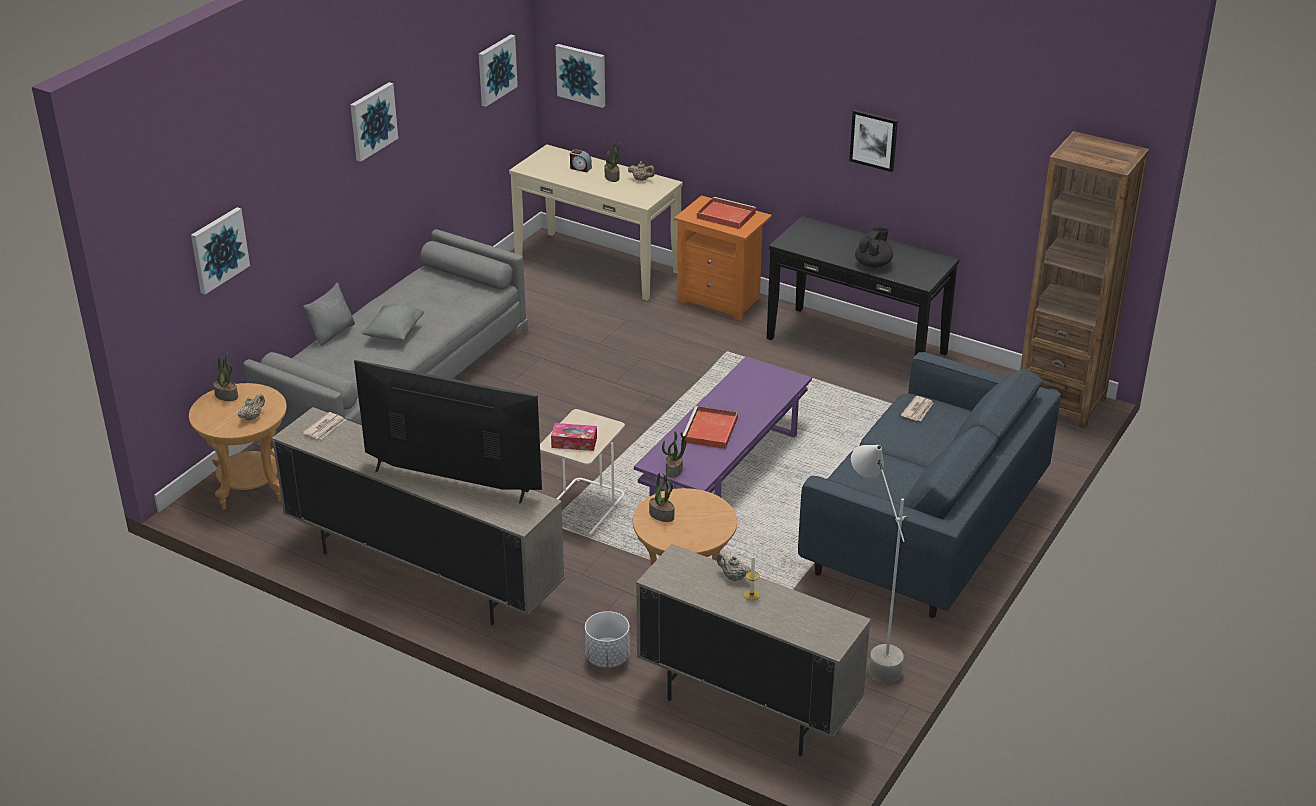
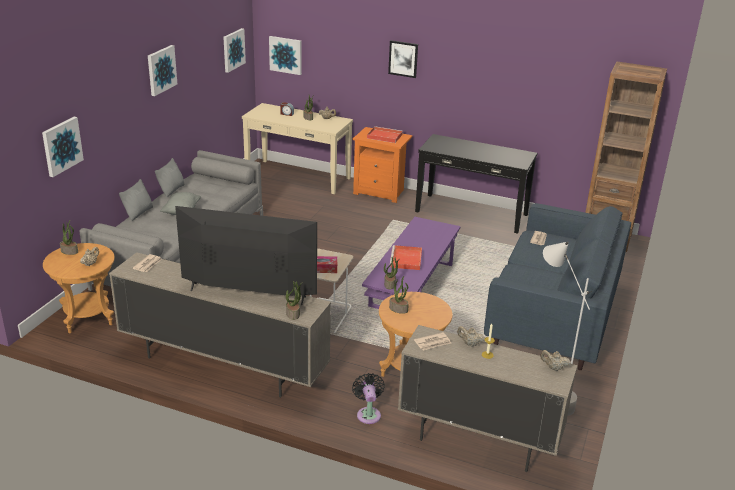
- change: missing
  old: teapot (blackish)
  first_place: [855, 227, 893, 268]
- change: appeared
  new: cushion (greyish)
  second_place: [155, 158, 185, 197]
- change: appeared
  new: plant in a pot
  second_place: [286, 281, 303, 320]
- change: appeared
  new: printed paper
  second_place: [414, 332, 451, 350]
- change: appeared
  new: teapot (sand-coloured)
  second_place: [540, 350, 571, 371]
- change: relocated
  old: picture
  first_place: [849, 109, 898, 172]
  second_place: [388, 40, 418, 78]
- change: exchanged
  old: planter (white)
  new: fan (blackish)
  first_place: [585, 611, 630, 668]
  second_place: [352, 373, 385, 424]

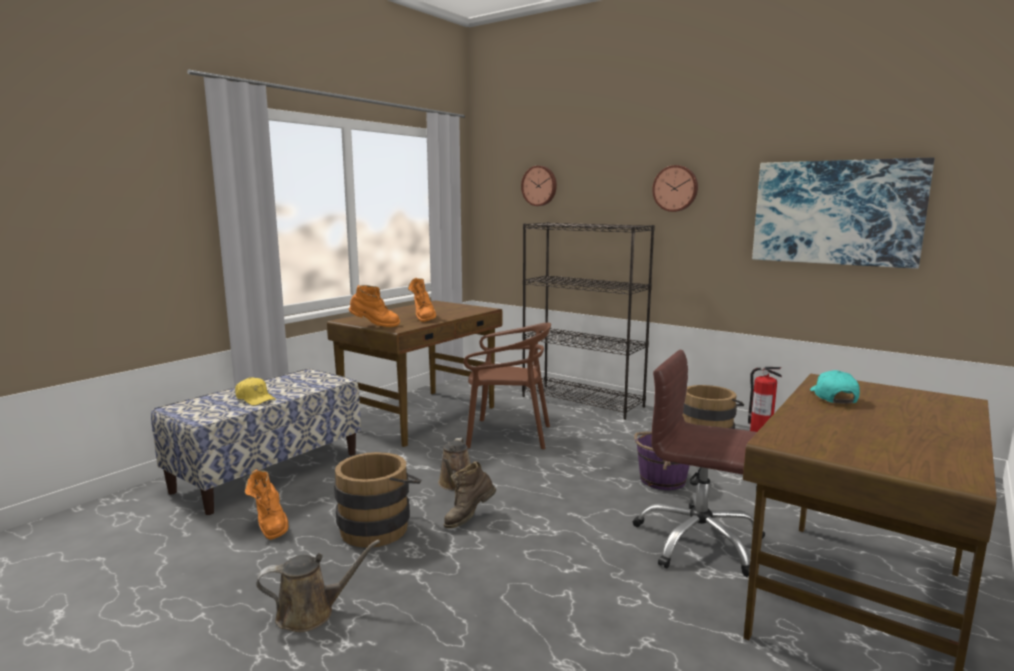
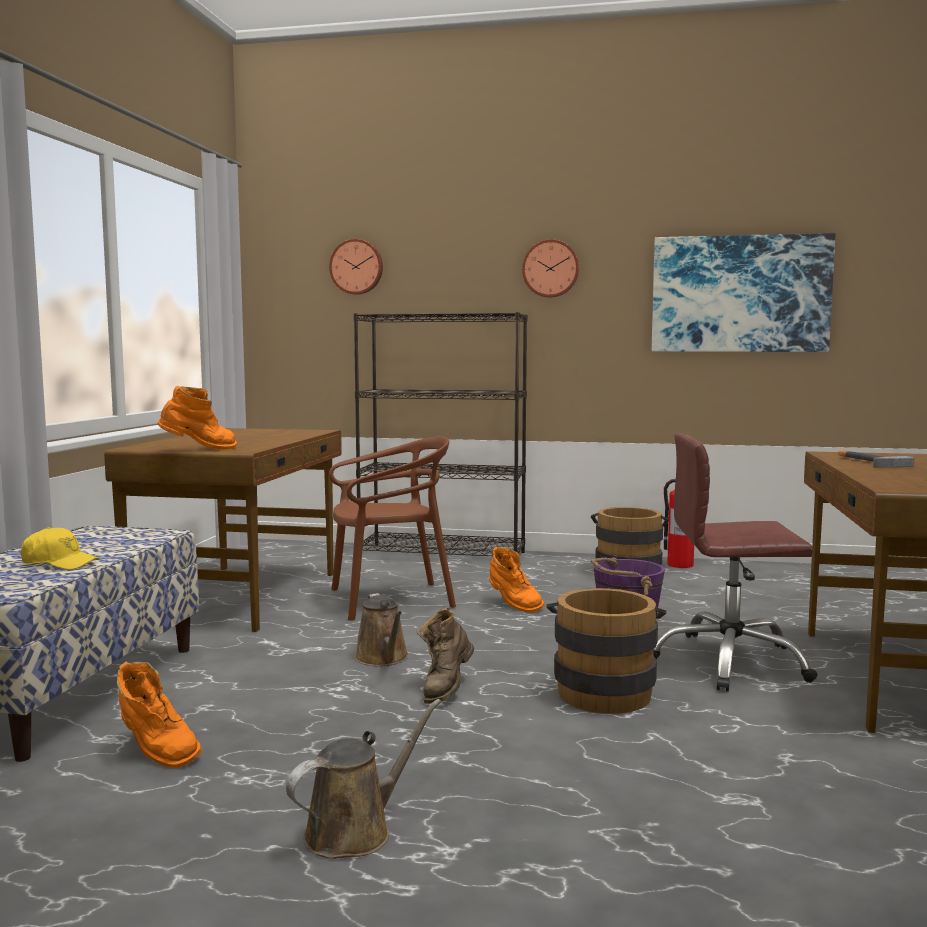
- change: relocated
  old: bucket (brown-coloured)
  first_place: [334, 452, 421, 548]
  second_place: [547, 588, 666, 714]
- change: relocated
  old: tall boot (orangey)
  first_place: [408, 278, 436, 322]
  second_place: [489, 547, 544, 613]
- change: exchanged
  old: peaked cap (blue-green)
  new: hand hammer
  first_place: [810, 370, 860, 403]
  second_place: [838, 450, 915, 468]

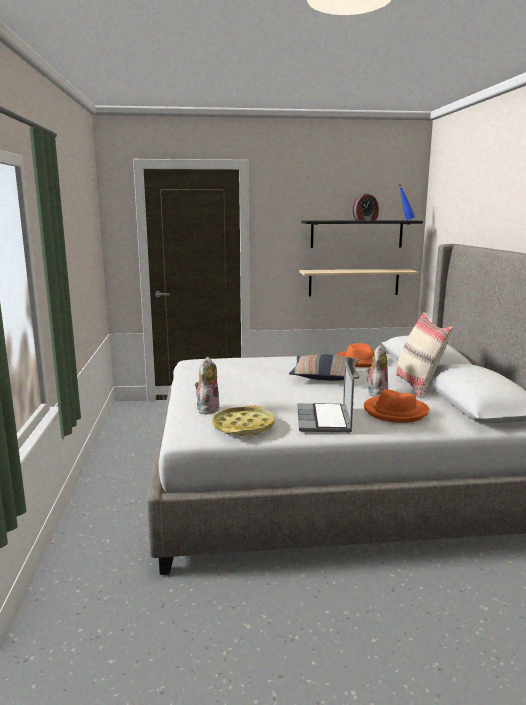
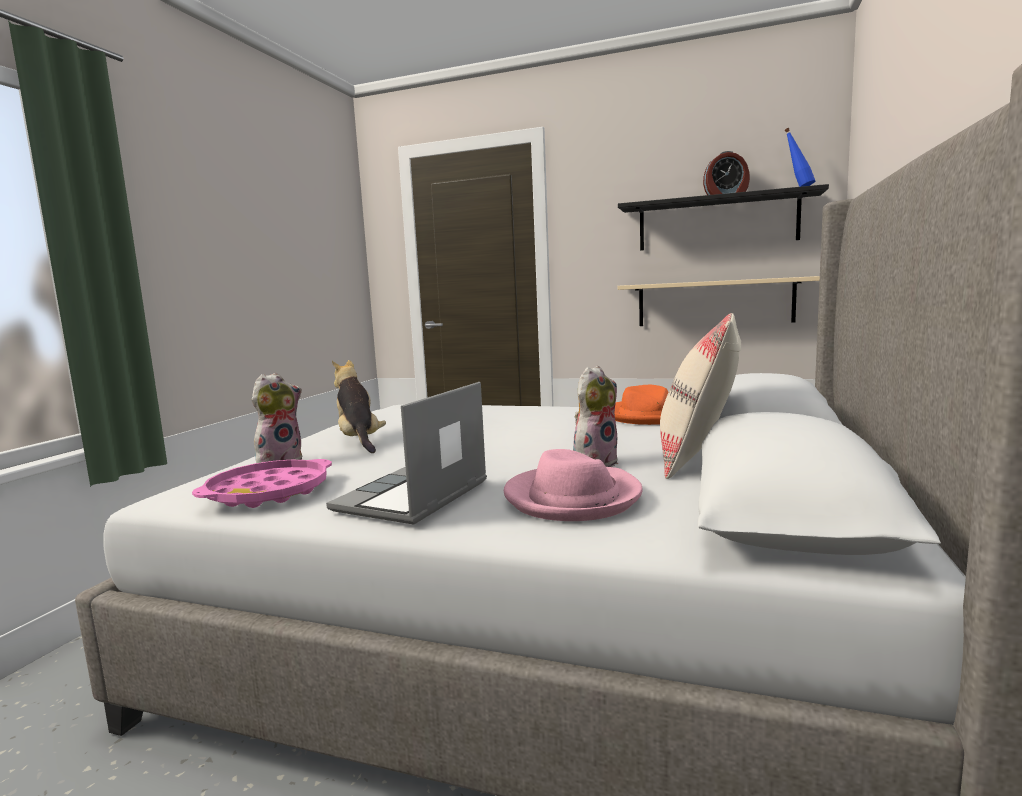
- change: missing
  old: cushion
  first_place: [289, 354, 359, 381]
- change: appeared
  new: soft toy
  second_place: [332, 360, 386, 453]
- change: colour
  old: serving tray (yellow)
  new: serving tray (pink-coloured)
  first_place: [212, 405, 275, 436]
  second_place: [192, 459, 332, 508]
- change: colour
  old: wearable hat (orangey)
  new: wearable hat (pink-coloured)
  first_place: [364, 389, 430, 423]
  second_place: [504, 449, 643, 521]

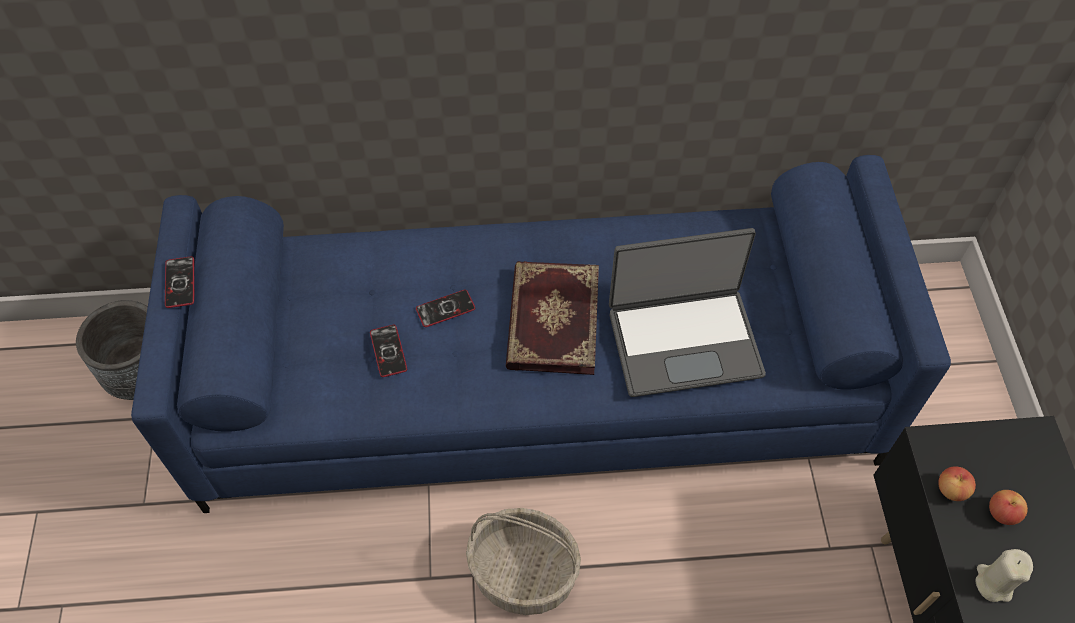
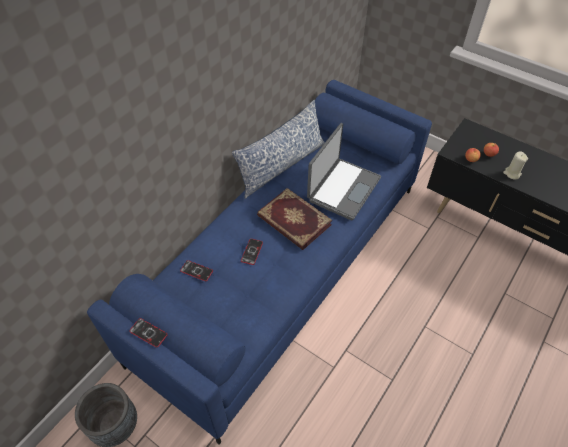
- change: missing
  old: household basket
  first_place: [466, 508, 581, 615]
- change: appeared
  new: cushion
  second_place: [232, 100, 325, 199]
- change: relocated
  old: phone
  first_place: [370, 325, 407, 377]
  second_place: [180, 260, 213, 281]

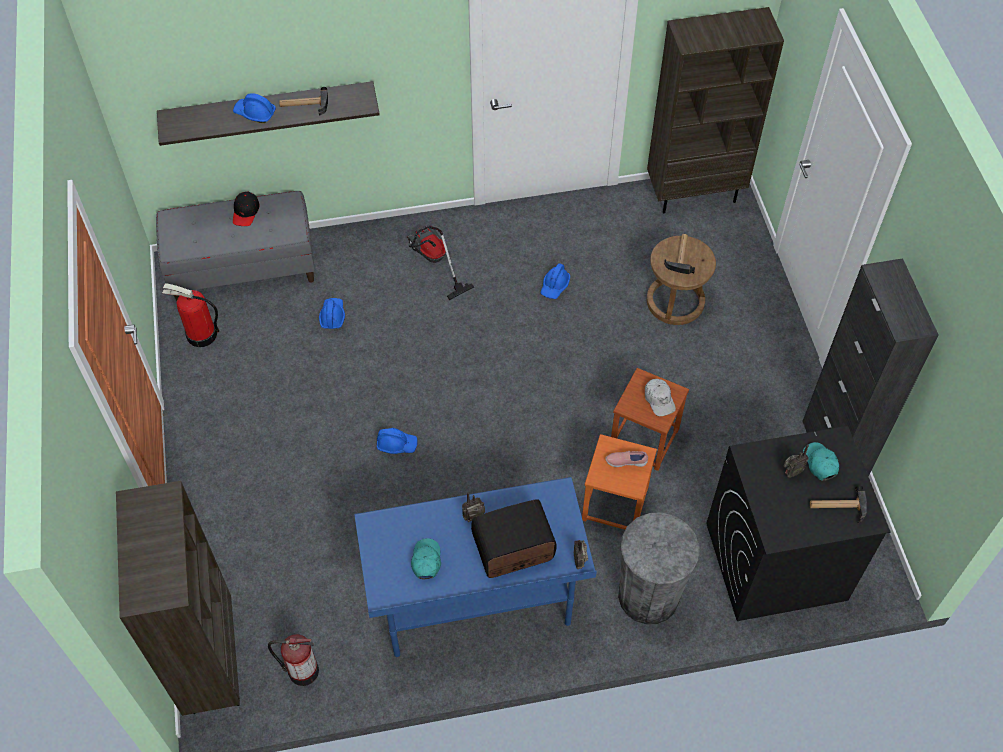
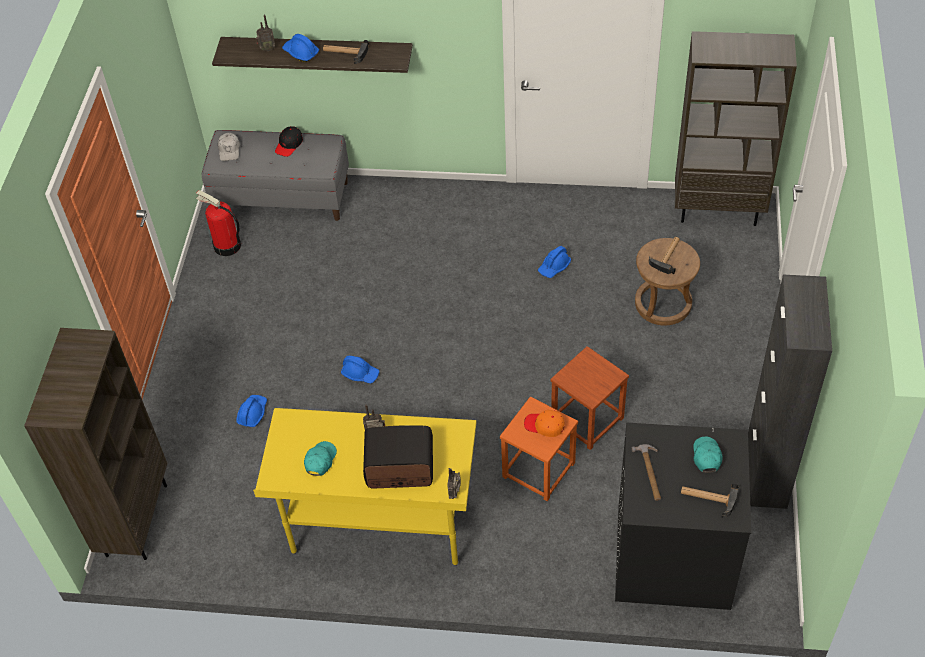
- change: missing
  old: fire-fighting cylinder
  first_place: [268, 634, 319, 686]
- change: missing
  old: vacuum
  first_place: [407, 225, 474, 300]
- change: missing
  old: waste bin (greyish)
  first_place: [618, 512, 699, 625]
- change: appeared
  new: hand hammer
  second_place: [631, 444, 661, 501]
- change: relocated
  old: work helmet (bluish)
  first_place: [319, 298, 345, 329]
  second_place: [236, 395, 267, 427]
- change: relocated
  old: peaked cap (white)
  first_place: [645, 379, 676, 416]
  second_place: [218, 133, 240, 161]
- change: relocated
  old: radio receiver
  first_place: [784, 444, 809, 478]
  second_place: [256, 15, 275, 51]
- change: exchanged
  old: shoe (pink-coloured)
  new: peaked cap (orangey)
  first_place: [605, 451, 648, 467]
  second_place: [524, 410, 565, 437]
- change: colour
  old: desk unit (bluish)
  new: desk unit (yellow)
  first_place: [354, 477, 597, 658]
  second_place: [253, 408, 476, 566]

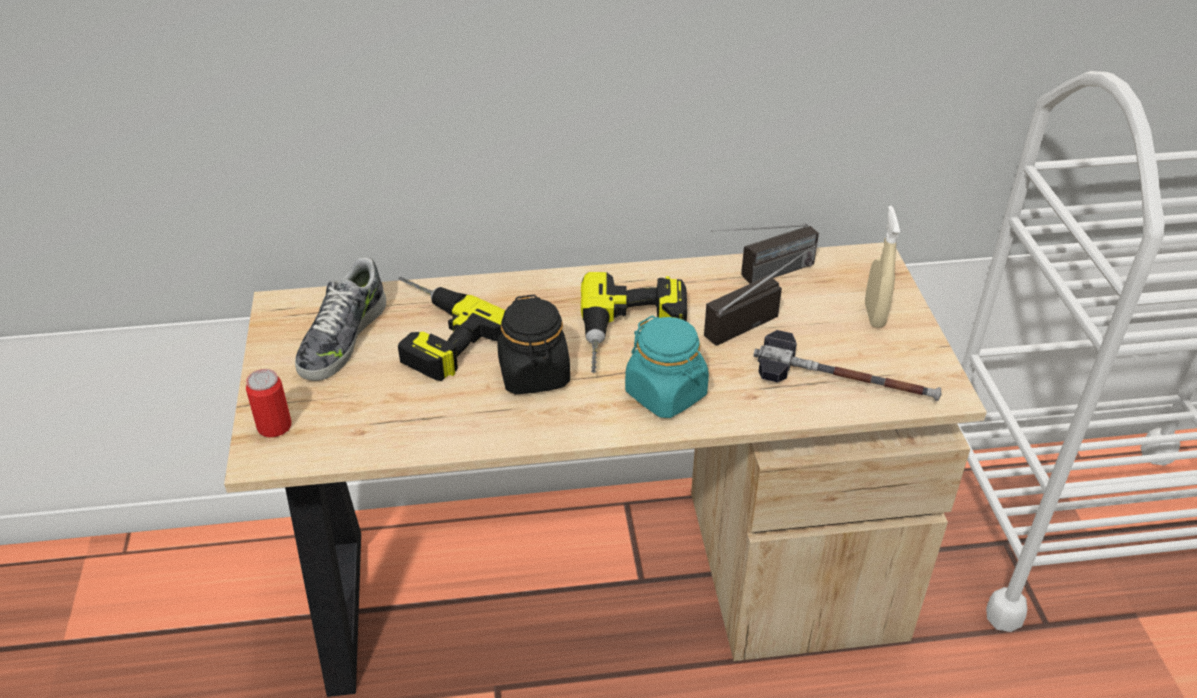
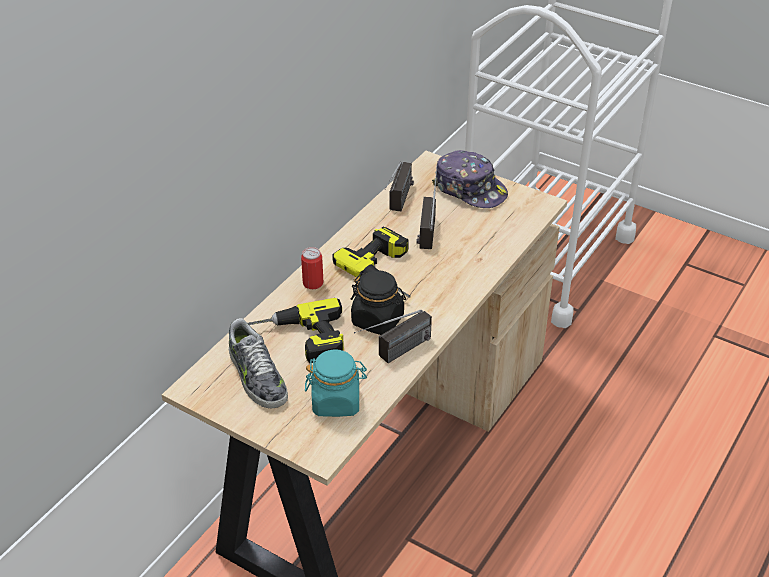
- change: missing
  old: hand hammer
  first_place: [753, 330, 941, 401]
- change: appeared
  new: radio receiver
  second_place: [354, 310, 432, 363]
- change: relocated
  old: can
  first_place: [246, 369, 291, 438]
  second_place: [301, 247, 323, 289]
- change: relocated
  old: preserve jar (blue-green)
  first_place: [625, 316, 709, 418]
  second_place: [305, 350, 367, 417]
- change: exchanged
  old: hand sprayer (sand-coloured)
  new: peaked cap
  first_place: [865, 206, 900, 328]
  second_place: [432, 150, 508, 208]

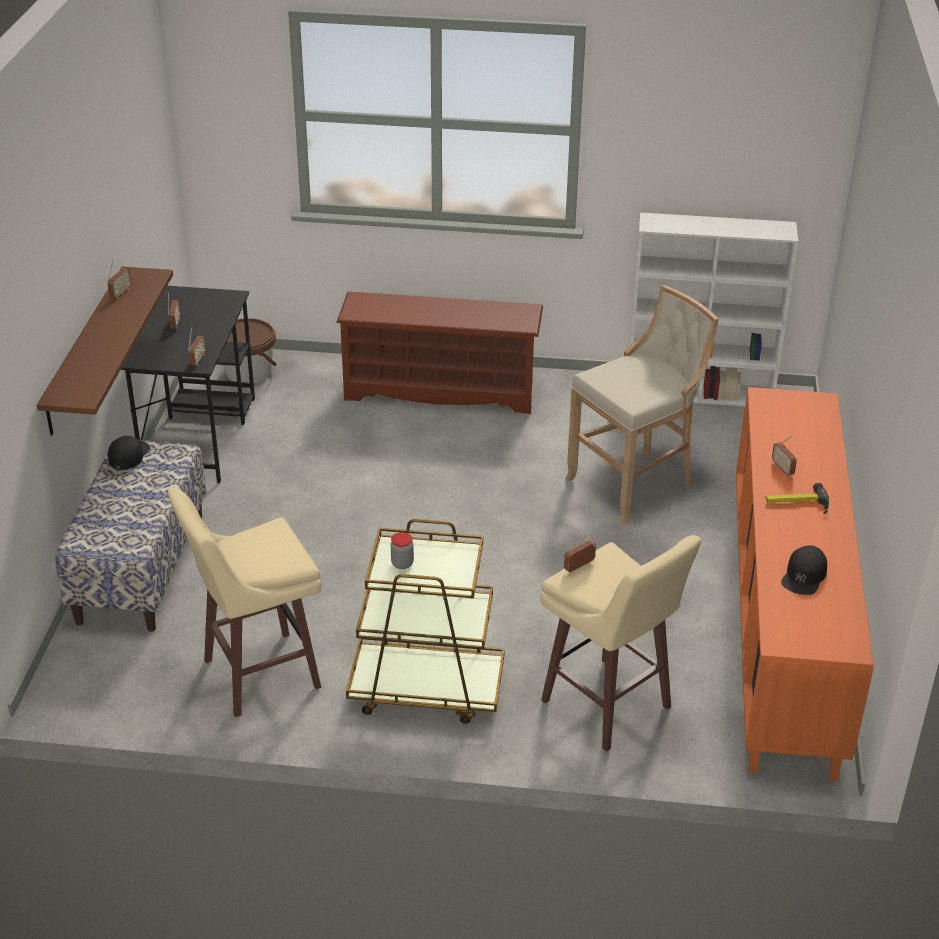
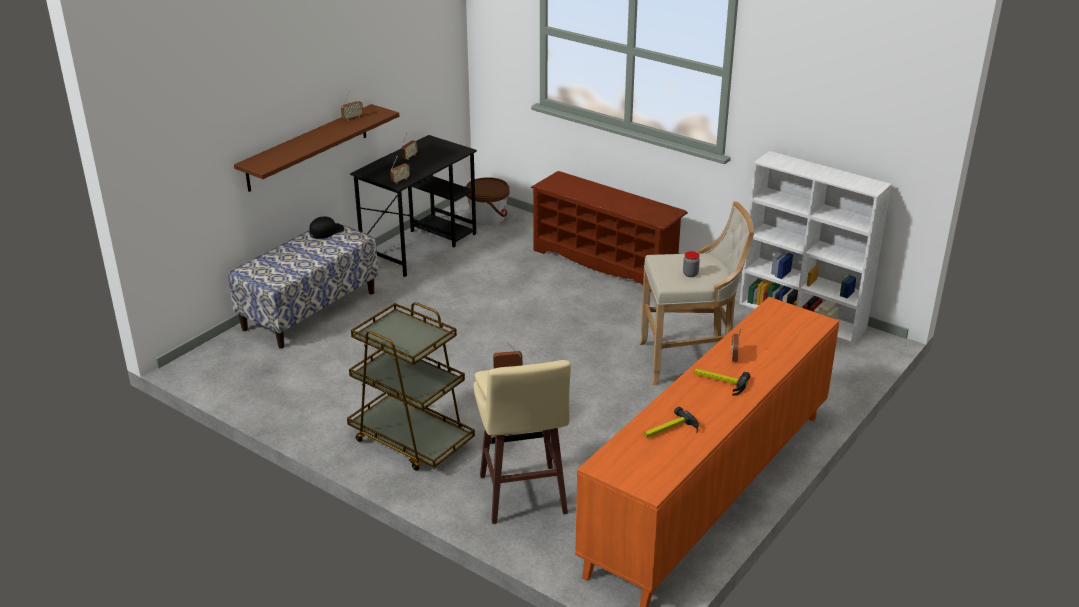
- change: missing
  old: stool (sand-coloured)
  first_place: [168, 487, 321, 717]
- change: relocated
  old: preserve jar
  first_place: [391, 532, 414, 569]
  second_place: [683, 251, 700, 277]
- change: exchanged
  old: peaked cap (blackish)
  new: hand hammer
  first_place: [781, 545, 827, 595]
  second_place: [644, 407, 699, 438]

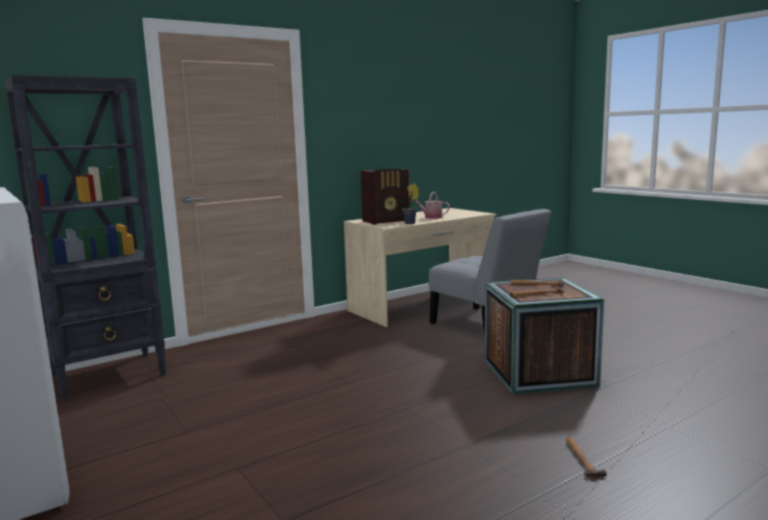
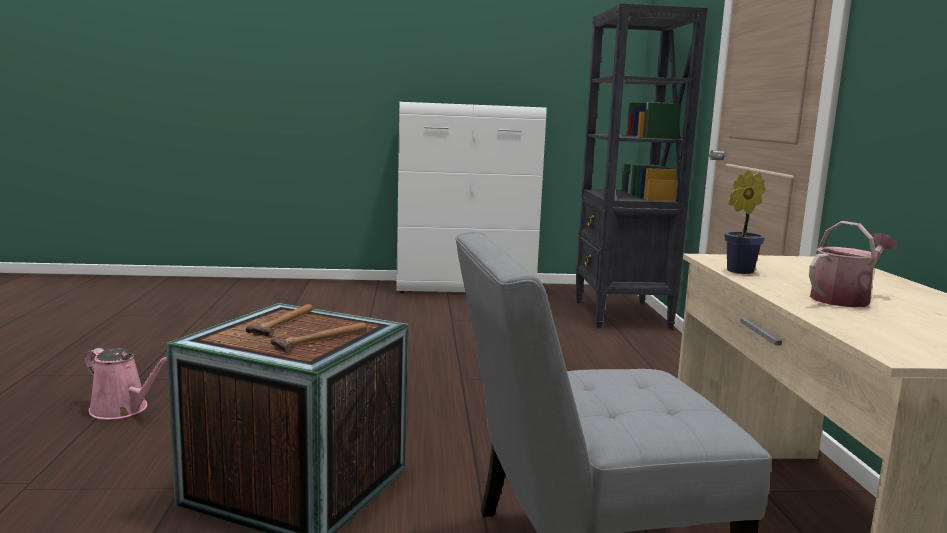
- change: missing
  old: radio receiver
  first_place: [361, 168, 409, 225]
- change: exchanged
  old: hand hammer
  new: sprinkling can (pink-coloured)
  first_place: [566, 437, 607, 478]
  second_place: [85, 348, 167, 420]

